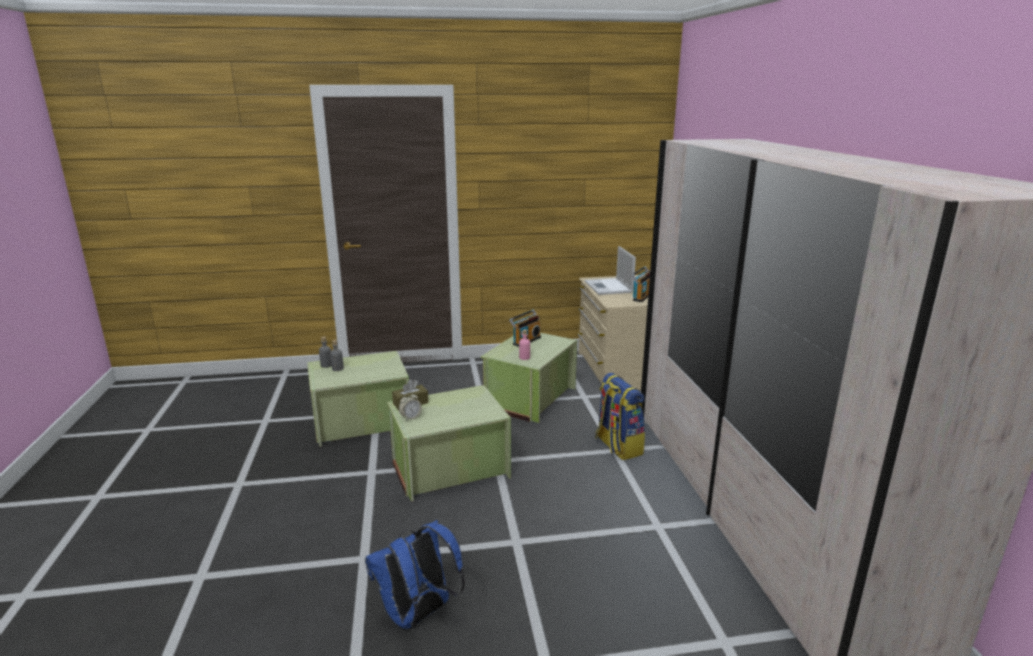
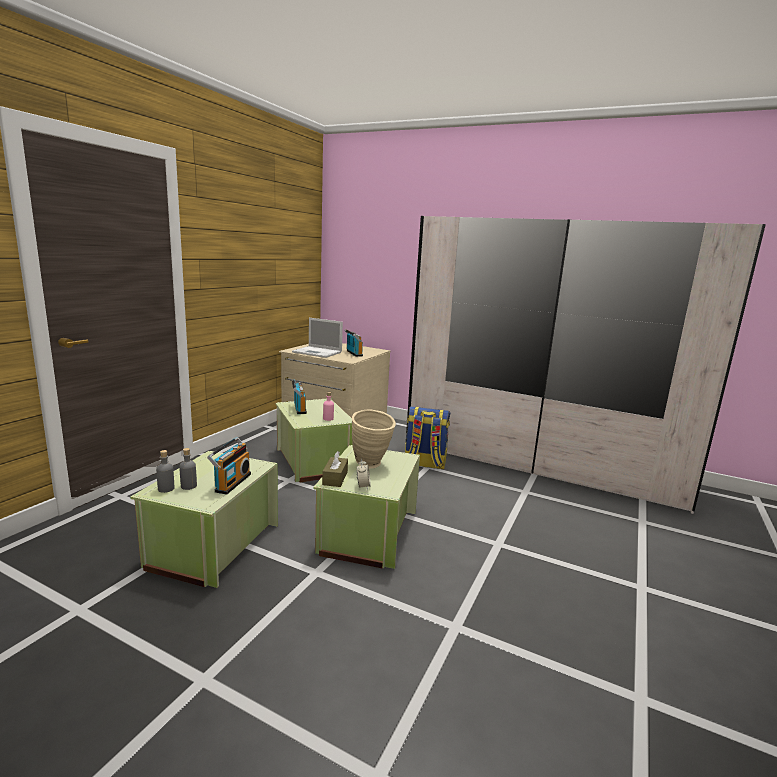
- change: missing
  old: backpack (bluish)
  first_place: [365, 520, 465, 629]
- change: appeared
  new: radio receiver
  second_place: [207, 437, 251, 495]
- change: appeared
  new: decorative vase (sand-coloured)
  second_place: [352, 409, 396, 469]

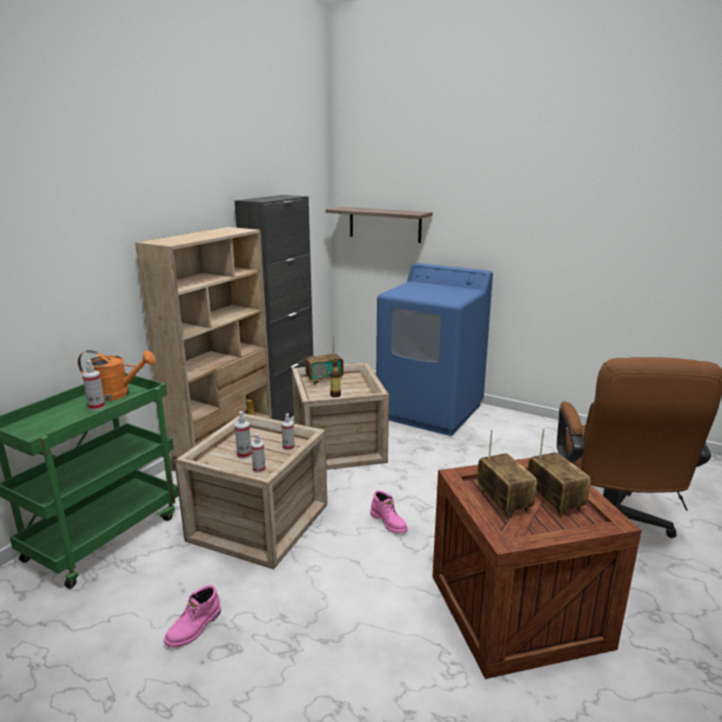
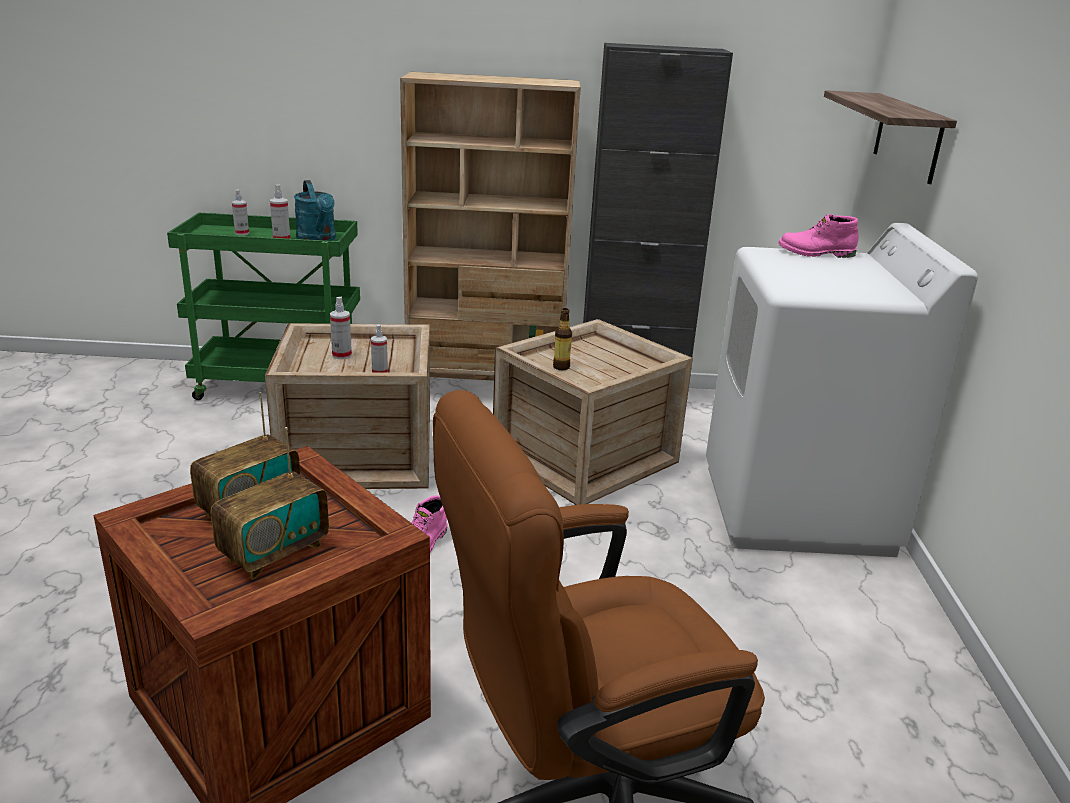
- change: missing
  old: radio receiver
  first_place: [305, 336, 344, 385]
- change: relocated
  old: tall boot (pink-coloured)
  first_place: [164, 585, 221, 647]
  second_place: [778, 214, 858, 258]
- change: relocated
  old: hand sprayer
  first_place: [251, 433, 266, 473]
  second_place: [232, 190, 249, 235]
- change: colour
  old: sprinkling can (orangey)
  new: sprinkling can (blue-green)
  first_place: [78, 350, 156, 401]
  second_place: [294, 180, 336, 241]
- change: colour
  old: laundry machine (bluish)
  new: laundry machine (white)
  first_place: [376, 263, 493, 436]
  second_place: [706, 223, 978, 557]

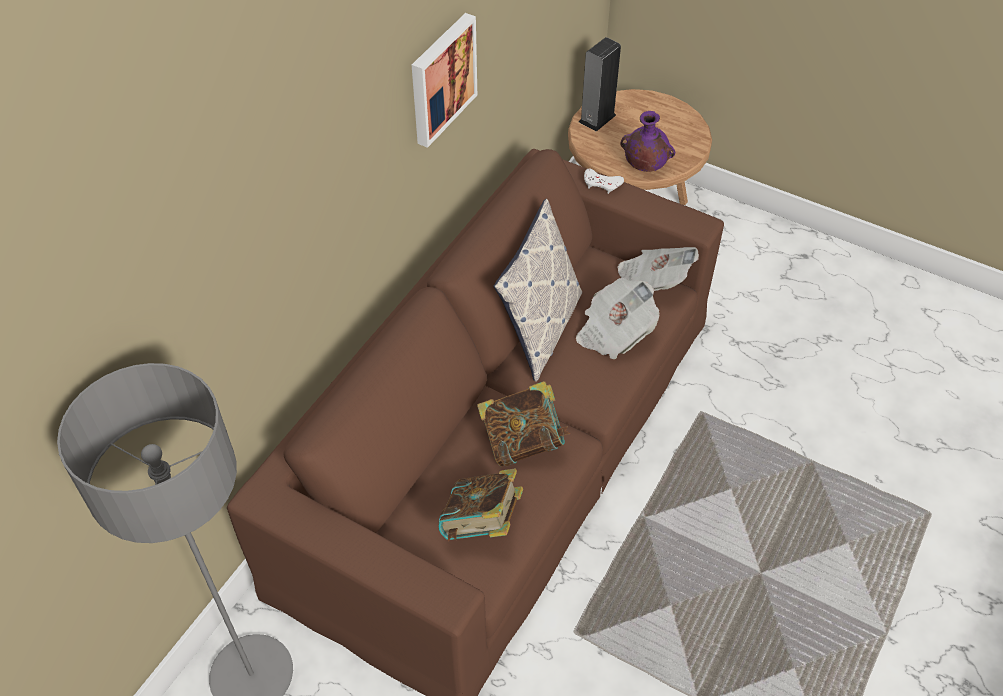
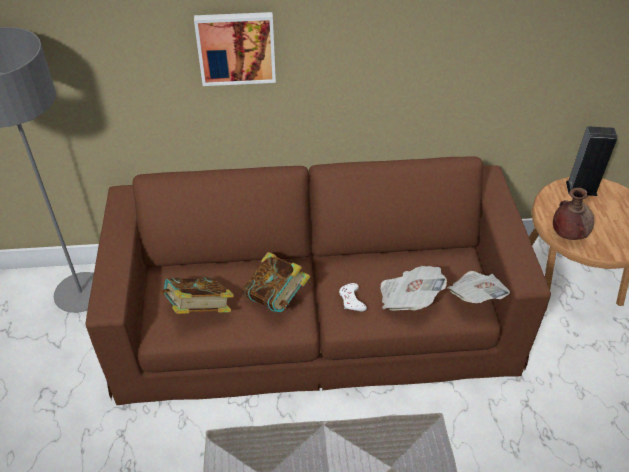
- change: missing
  old: cushion
  first_place: [493, 198, 582, 382]
- change: relocated
  old: picture
  first_place: [412, 13, 477, 148]
  second_place: [194, 12, 276, 86]
- change: relocated
  old: gamepad (white)
  first_place: [584, 169, 624, 194]
  second_place: [339, 283, 367, 311]
- change: colour
  old: decorative vase (purple)
  new: decorative vase (brown-coloured)
  first_place: [620, 111, 675, 172]
  second_place: [553, 188, 594, 240]

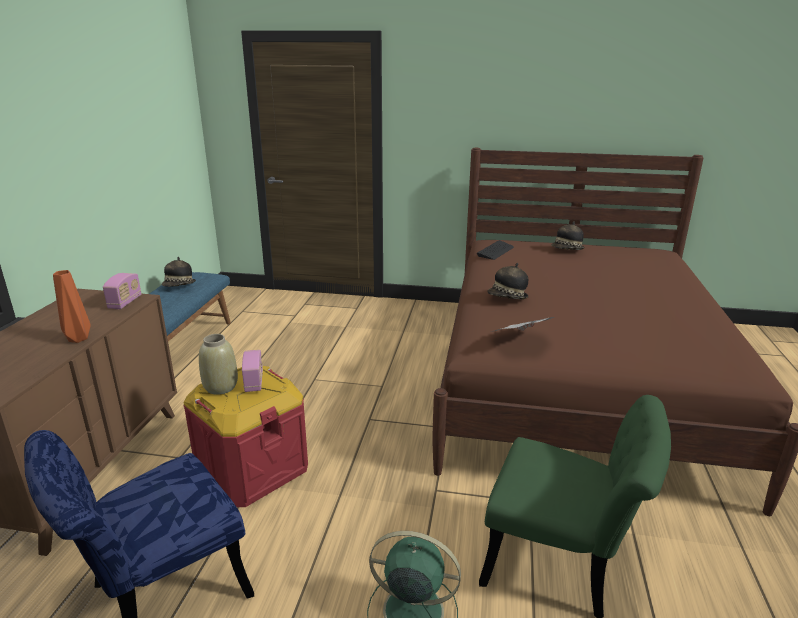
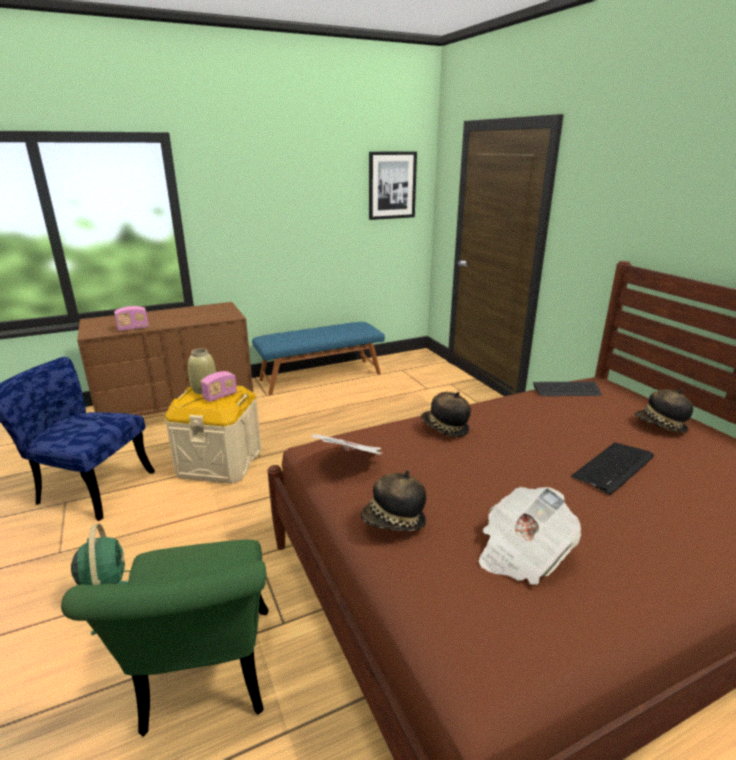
- change: missing
  old: decorative vase (orangey)
  first_place: [53, 270, 91, 343]
- change: appeared
  new: picture
  second_place: [369, 151, 417, 220]
- change: appeared
  new: printed paper
  second_place: [478, 487, 581, 585]
- change: appeared
  new: PC keyboard
  second_place: [571, 442, 654, 495]
- change: relocated
  old: radio receiver
  first_place: [103, 273, 141, 309]
  second_place: [114, 306, 149, 331]
- change: relocated
  old: wearable hat
  first_place: [162, 257, 196, 287]
  second_place: [361, 470, 426, 531]
- change: colour
  old: storage container (red-coloured)
  new: storage container (sand-coloured)
  first_place: [183, 366, 308, 507]
  second_place: [165, 386, 261, 484]

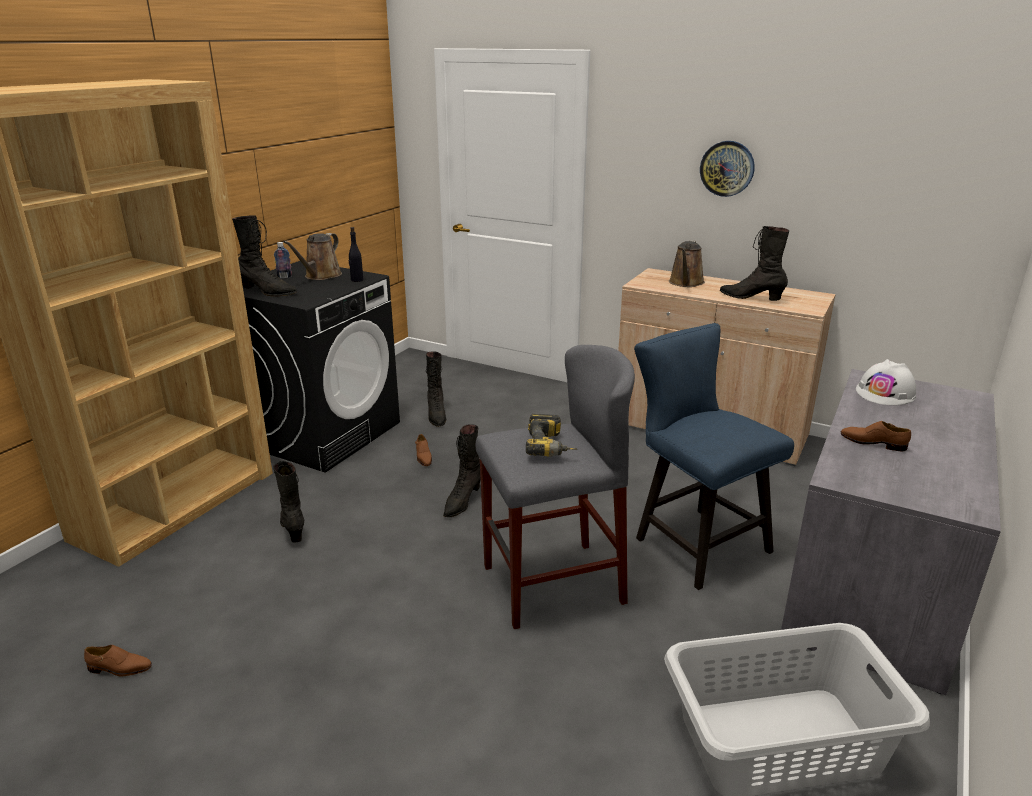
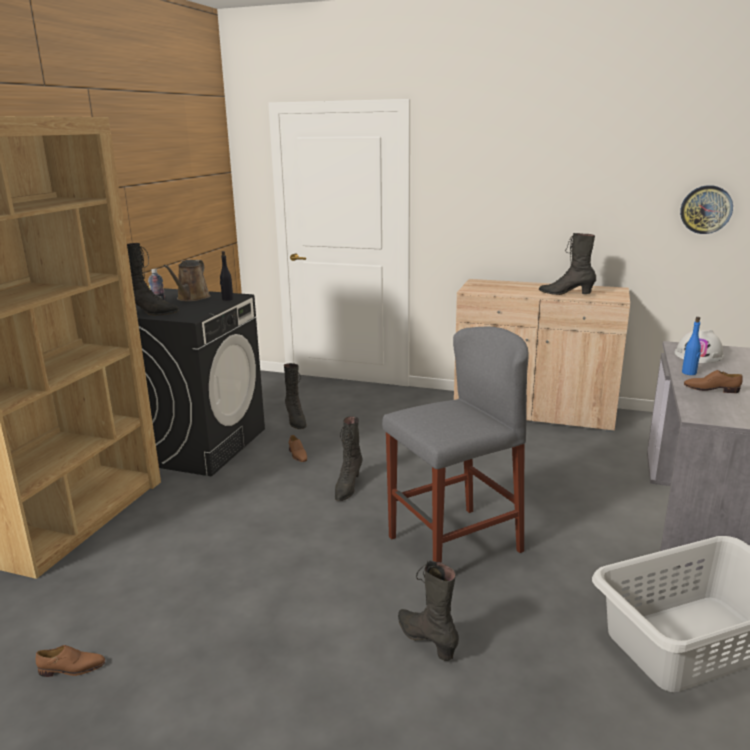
- change: missing
  old: power drill
  first_place: [526, 414, 577, 457]
- change: missing
  old: chair (bluish)
  first_place: [634, 323, 794, 590]
- change: missing
  old: sprinkling can (brown-coloured)
  first_place: [669, 241, 705, 287]
- change: appeared
  new: bottle (bluish)
  second_place: [682, 317, 701, 375]
- change: relocated
  old: tall boot (blackish)
  first_place: [273, 460, 304, 543]
  second_place: [398, 560, 459, 661]
- change: relocated
  old: wall clock
  first_place: [700, 141, 755, 197]
  second_place: [680, 185, 733, 234]

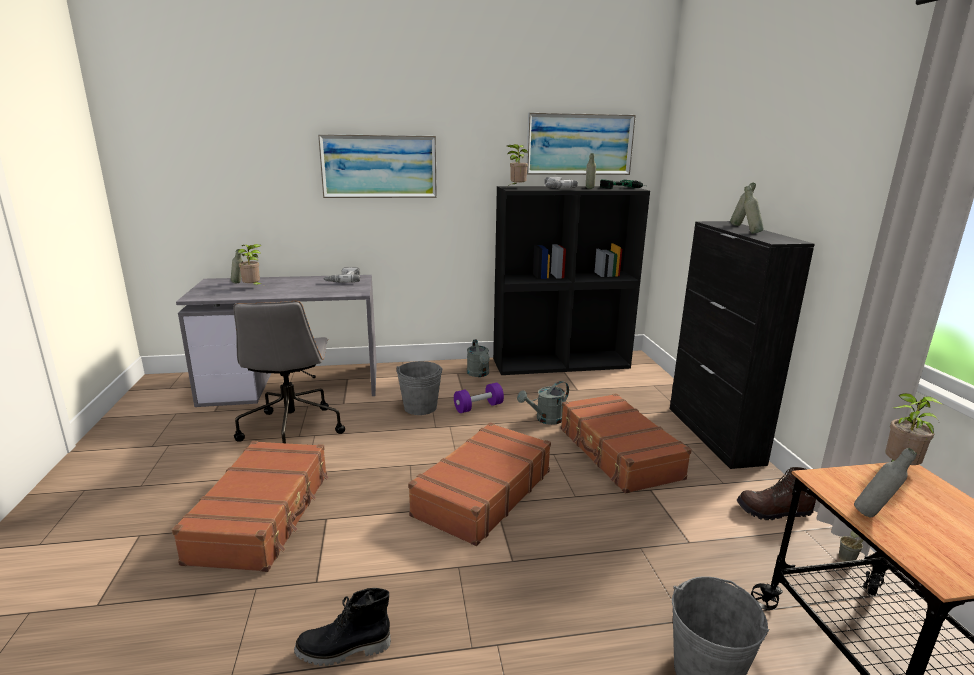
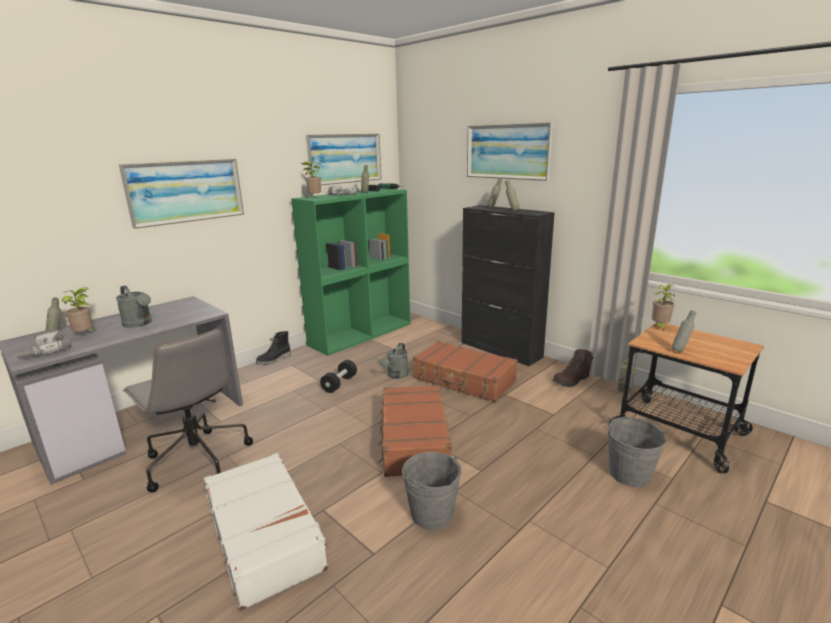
- change: appeared
  new: picture
  second_place: [467, 123, 553, 181]
- change: relocated
  old: tall boot (blackish)
  first_place: [294, 588, 391, 666]
  second_place: [256, 331, 291, 365]
- change: relocated
  old: power drill
  first_place: [323, 267, 360, 283]
  second_place: [15, 329, 71, 358]
- change: relocated
  old: bucket (greyish)
  first_place: [396, 361, 443, 415]
  second_place: [402, 452, 461, 530]
- change: relocated
  old: sprinkling can (greyish)
  first_place: [467, 339, 490, 377]
  second_place: [116, 285, 152, 328]
- change: colour
  old: piece of luggage (brown-coloured)
  new: piece of luggage (white)
  first_place: [172, 441, 328, 572]
  second_place: [204, 453, 328, 611]
- change: colour
  old: hand weight (purple)
  new: hand weight (blackish)
  first_place: [454, 383, 504, 413]
  second_place: [320, 360, 357, 393]
- change: colour
  old: bookshelf (blackish)
  new: bookshelf (green)
  first_place: [493, 186, 650, 375]
  second_place: [291, 188, 410, 356]

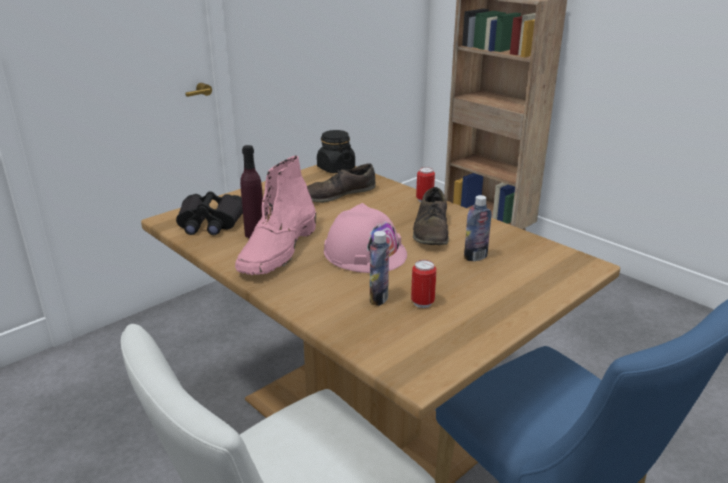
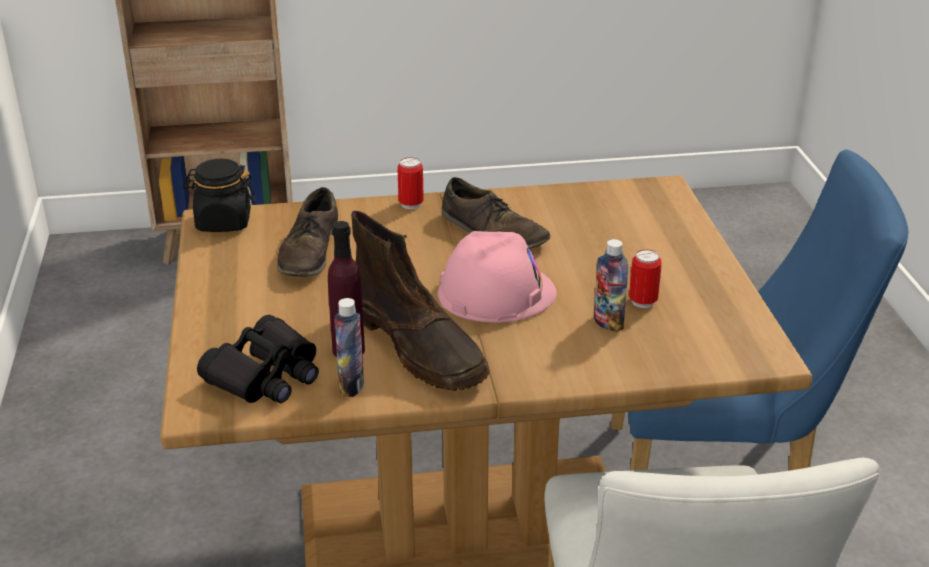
- change: relocated
  old: bottle
  first_place: [464, 195, 492, 261]
  second_place: [335, 298, 364, 397]
- change: colour
  old: tall boot (pink-coloured)
  new: tall boot (brown-coloured)
  first_place: [235, 155, 316, 275]
  second_place: [351, 211, 490, 391]

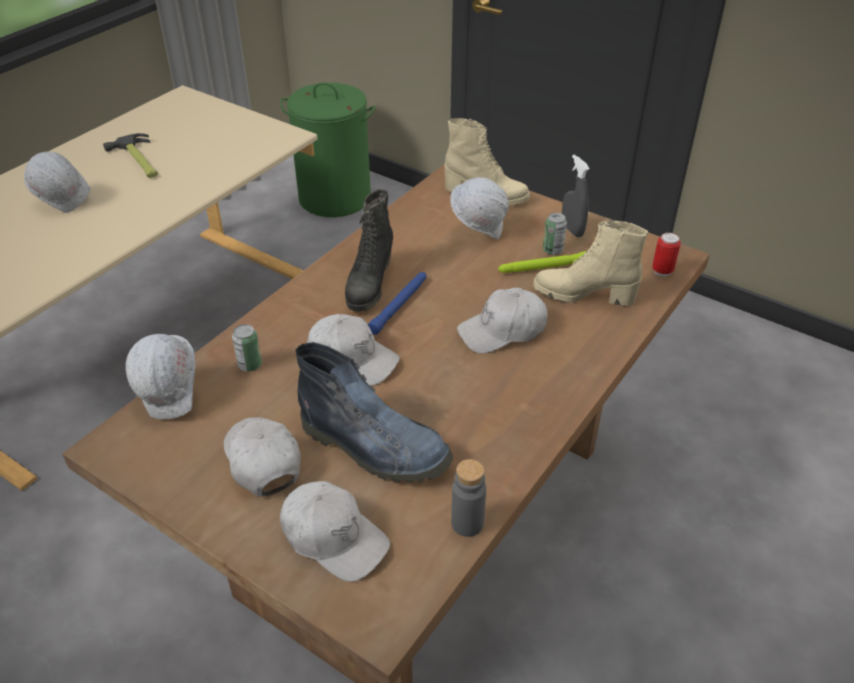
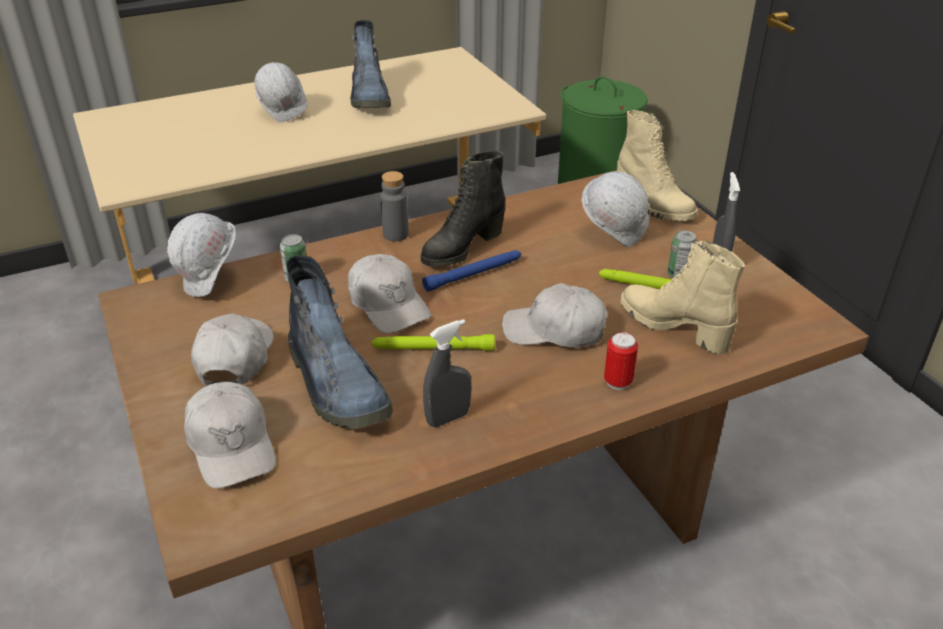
- change: appeared
  new: flashlight (green)
  second_place: [371, 334, 495, 351]
- change: appeared
  new: hand sprayer (greyish)
  second_place: [423, 319, 472, 427]
- change: relocated
  old: bottle (greyish)
  first_place: [451, 459, 486, 537]
  second_place: [380, 171, 409, 241]
- change: relocated
  old: can
  first_place: [652, 232, 681, 277]
  second_place: [604, 332, 638, 390]
- change: exchanged
  old: hand hammer
  new: tall boot
  first_place: [103, 133, 158, 178]
  second_place: [350, 20, 391, 108]

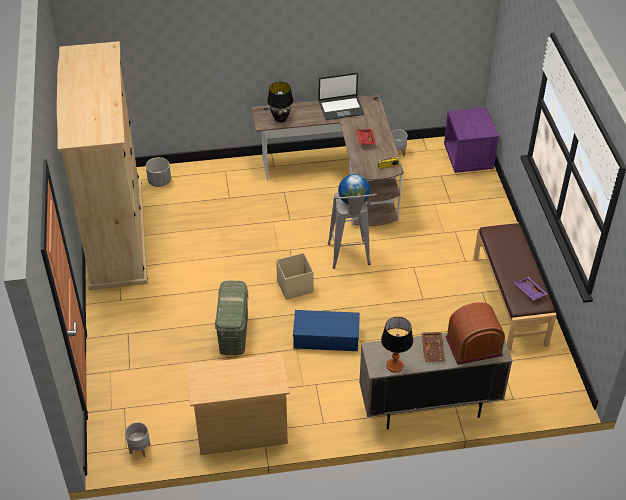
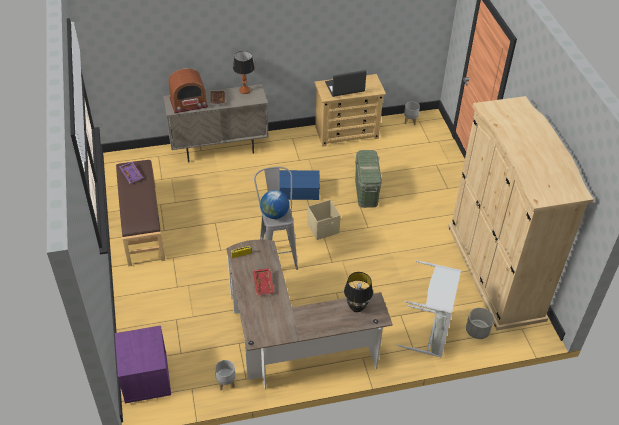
- change: appeared
  new: laundry basket (greyish)
  second_place: [397, 260, 461, 358]
- change: relocated
  old: portable computer
  first_place: [319, 73, 364, 120]
  second_place: [325, 70, 367, 97]

